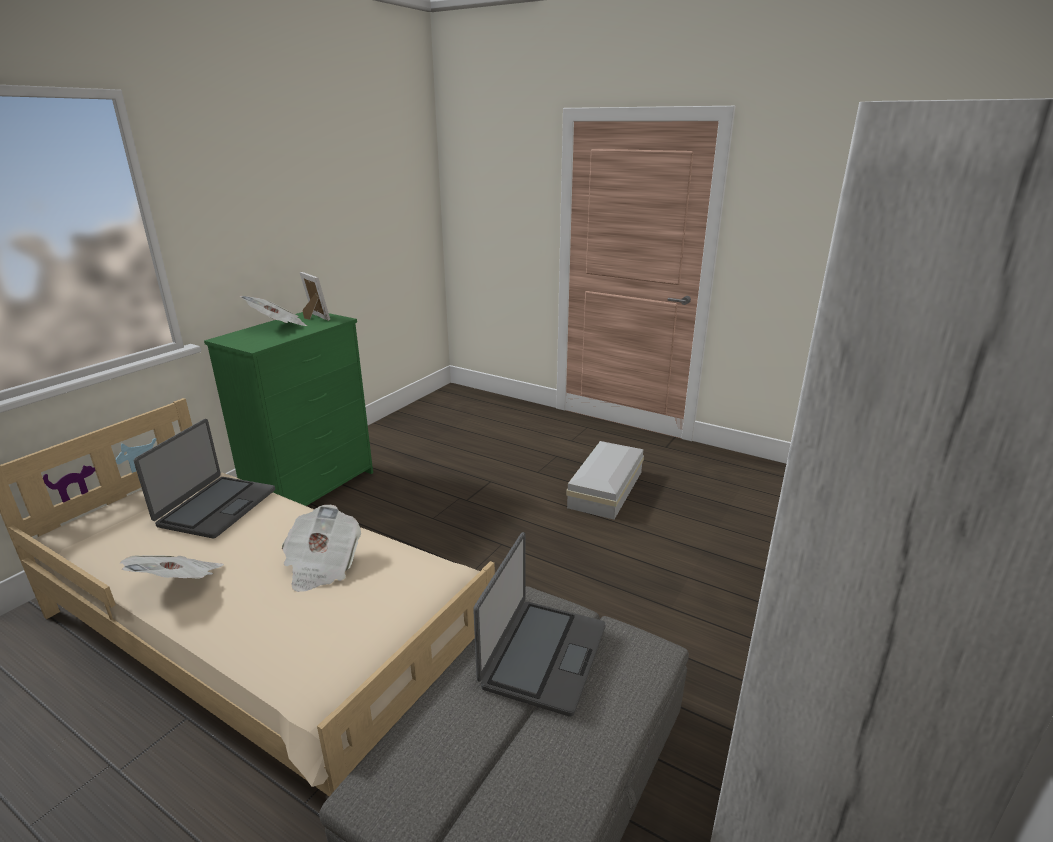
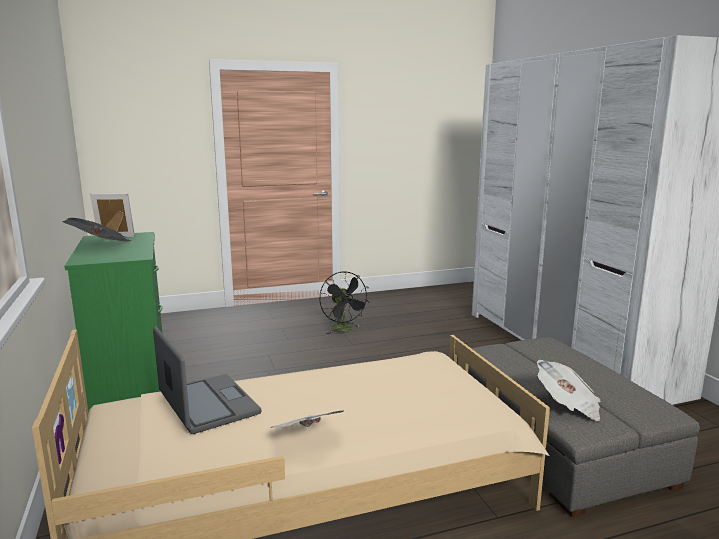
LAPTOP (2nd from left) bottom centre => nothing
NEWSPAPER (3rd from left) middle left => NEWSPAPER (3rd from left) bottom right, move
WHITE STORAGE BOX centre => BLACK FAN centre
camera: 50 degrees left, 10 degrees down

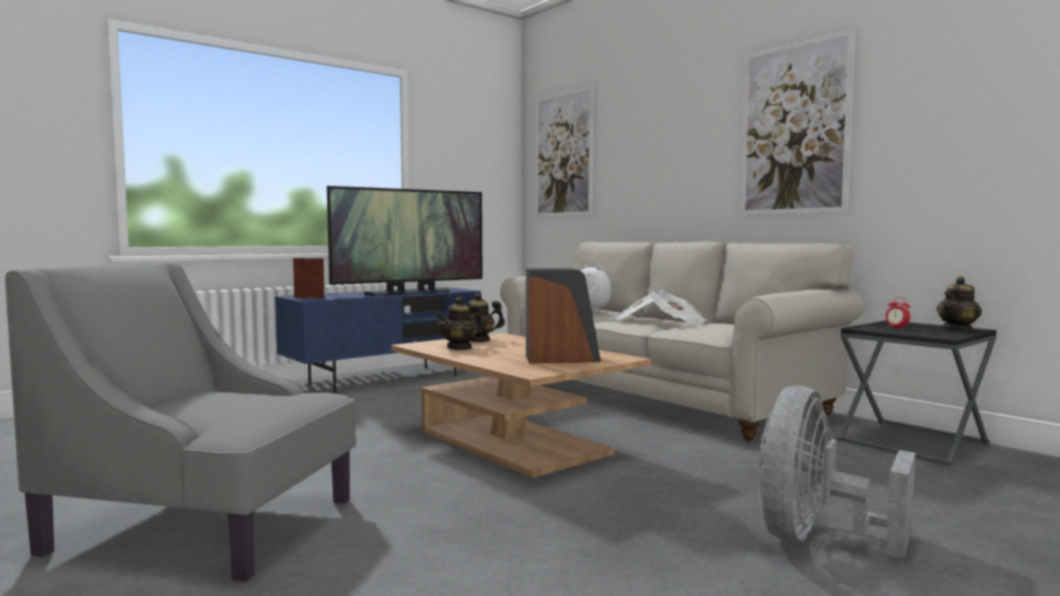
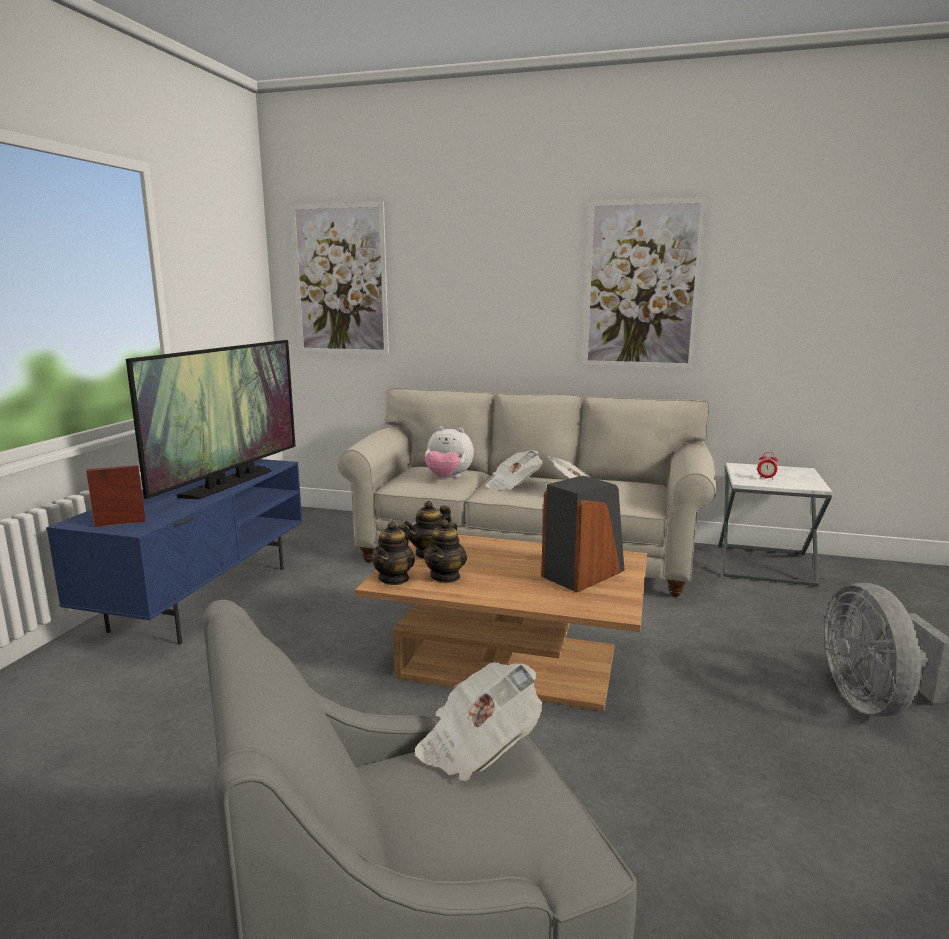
nothing => NEWSPAPER (1st from left) bottom centre
TEAPOT (3rd from left in the first image) middle right => TEAPOT (1st from left) centre, move
BLACK SIDE TABLE middle right => WHITE SIDE TABLE middle right
camera: 35 degrees left, 10 degrees up

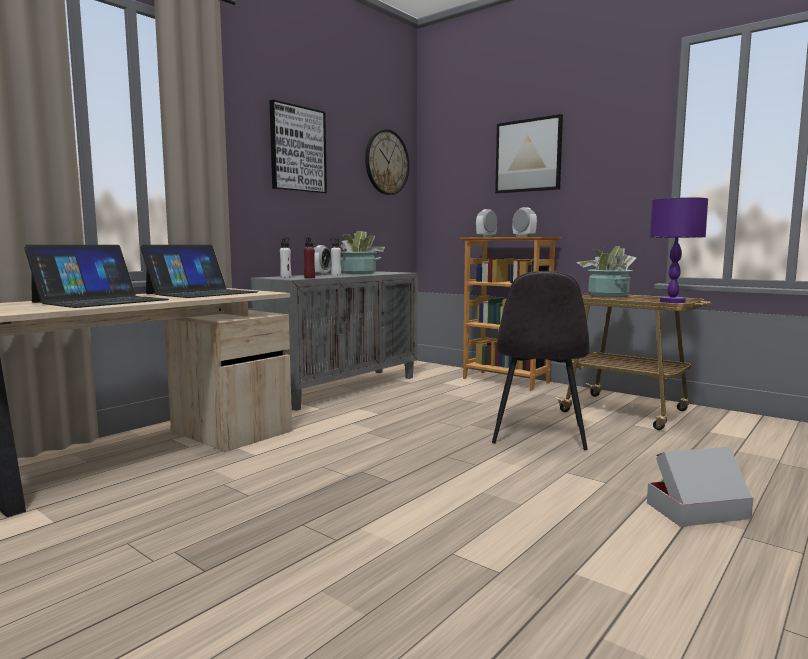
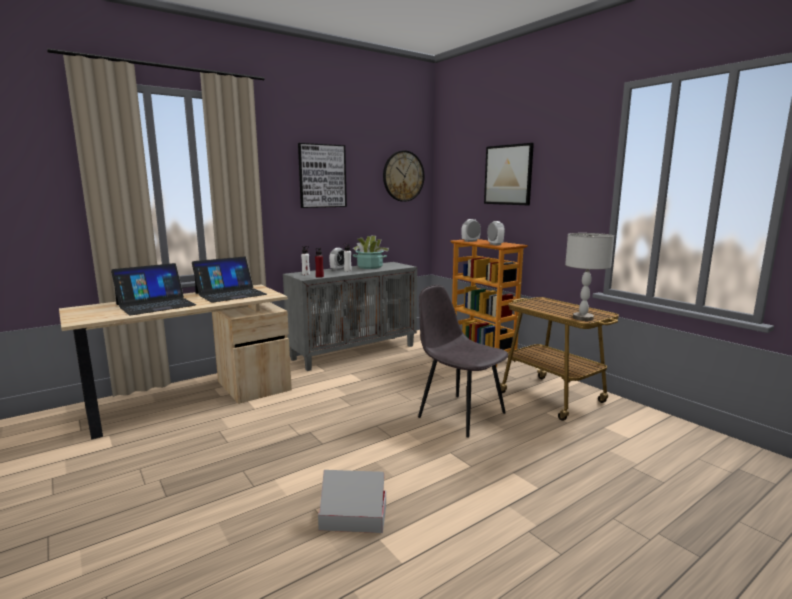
POTTED PLANT (2nd from left) middle right => nothing
CARDBOARD BOX bottom right => CARDBOARD BOX bottom centre, move
PURPLE TABLE LAMP middle right => GREY TABLE LAMP middle right
GREY CHAIR middle right => GREY CHAIR centre, 105 degrees clockwise
camera: 15 degrees right, 5 degrees up

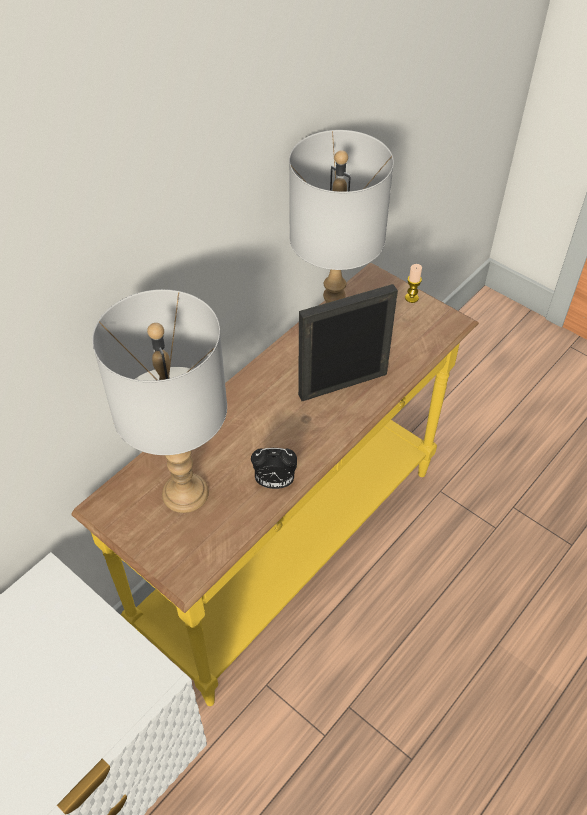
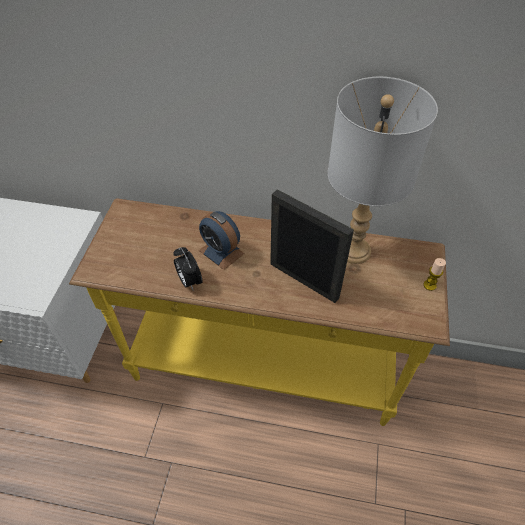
GREY TABLE LAMP (1st from left) middle left => nothing
nothing => ALARM CLOCK (2nd from left) centre
camera: 60 degrees right, 0 degrees up

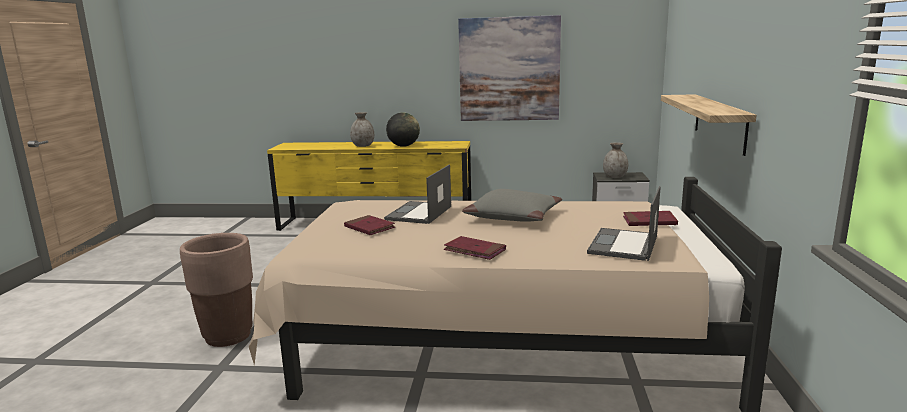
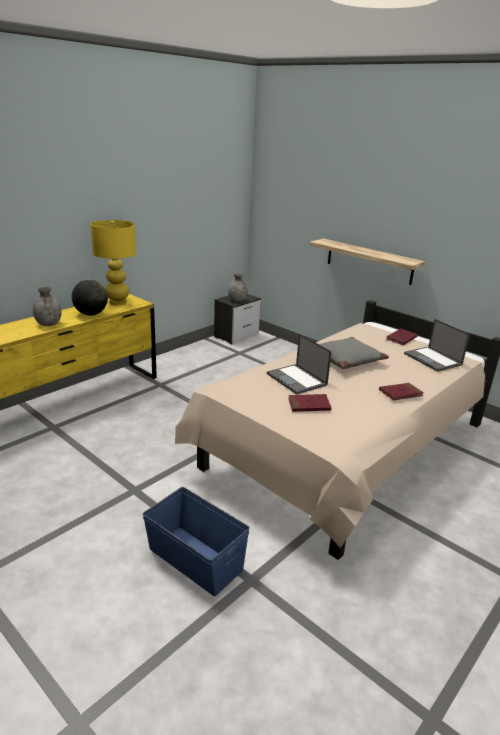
PICTURE top centre => nothing
nothing => YELLOW TABLE LAMP middle left
BROWN PLANTER bottom left => BLUE STORAGE BOX bottom centre
camera: 55 degrees left, 10 degrees up

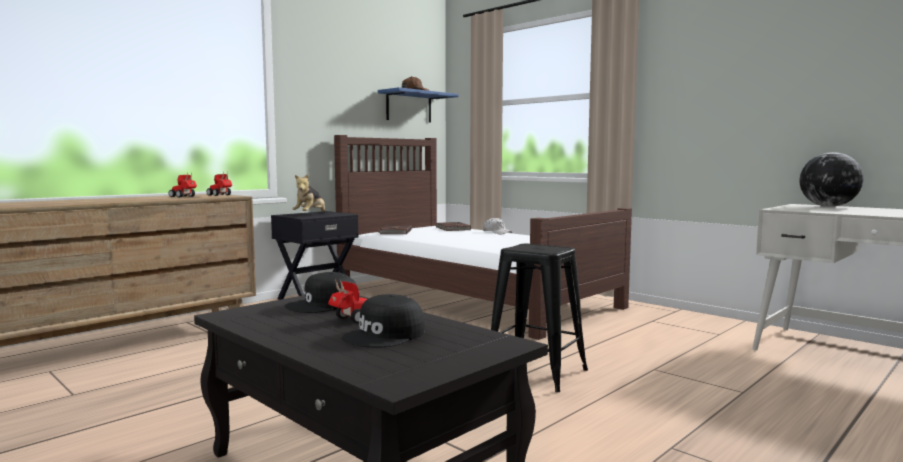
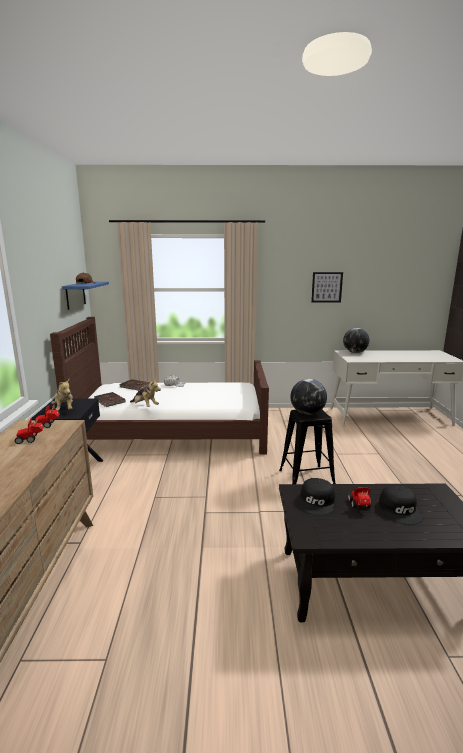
nothing => PLUSH TOY (2nd from left) middle left
nothing => GLOBE (1st from left) centre
nothing => PICTURE middle right
camera: 45 degrees left, 10 degrees up

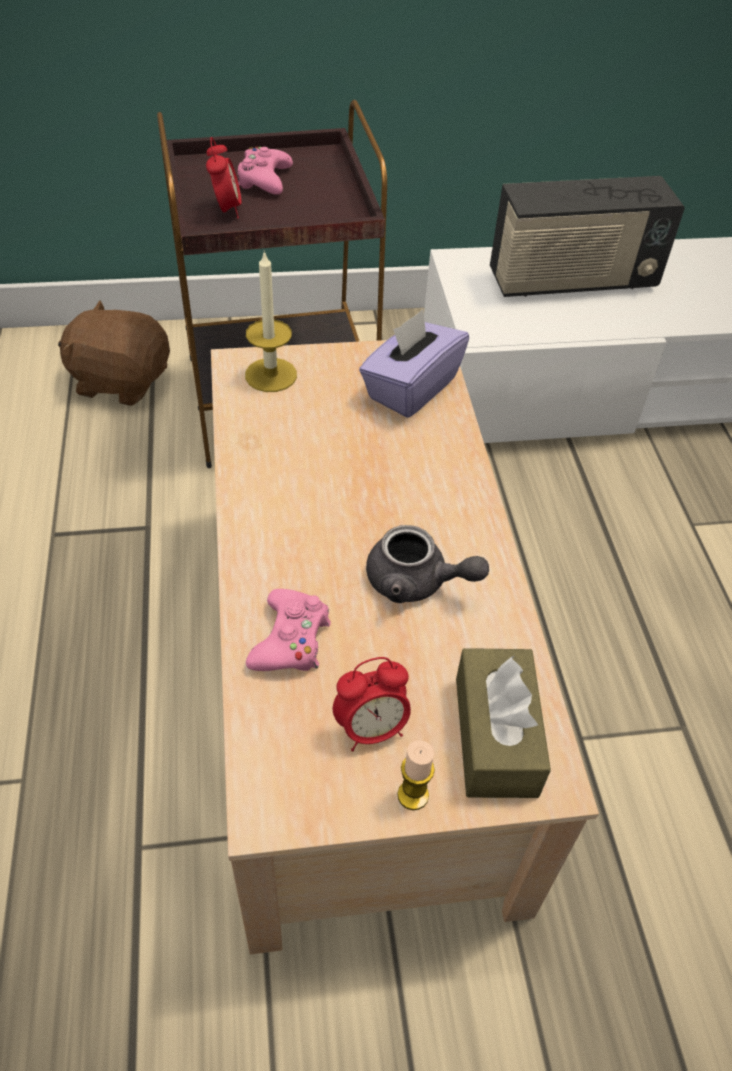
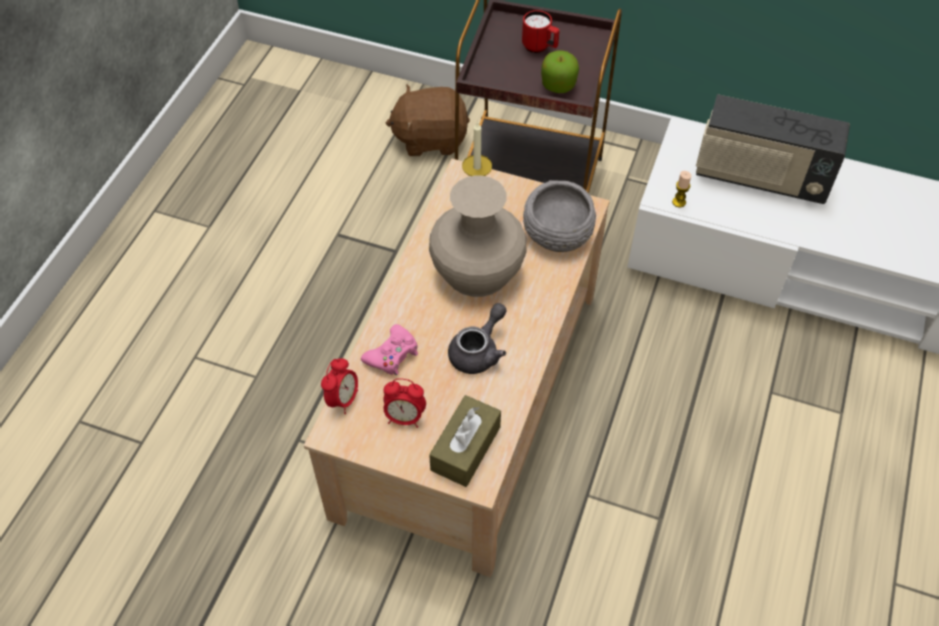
nothing => BEIGE VASE centre
nothing => APPLE top centre
ALARM CLOCK (1st from left) top left => ALARM CLOCK (1st from left) centre, move
CANDLE (2nd from left) bottom centre => CANDLE (2nd from left) top right, move
PINK GAME CONTROLLER (1st from left) top centre => RED MUG top centre
PURPLE TISSUE BOX centre => GREY BOWL centre
BROWN PLUSH TOY top left => BROWN PLUSH TOY top centre, 45 degrees counterclockwise
GREY TEAPOT centre, 105 degrees counterclockwise
camera: 30 degrees right, 5 degrees up

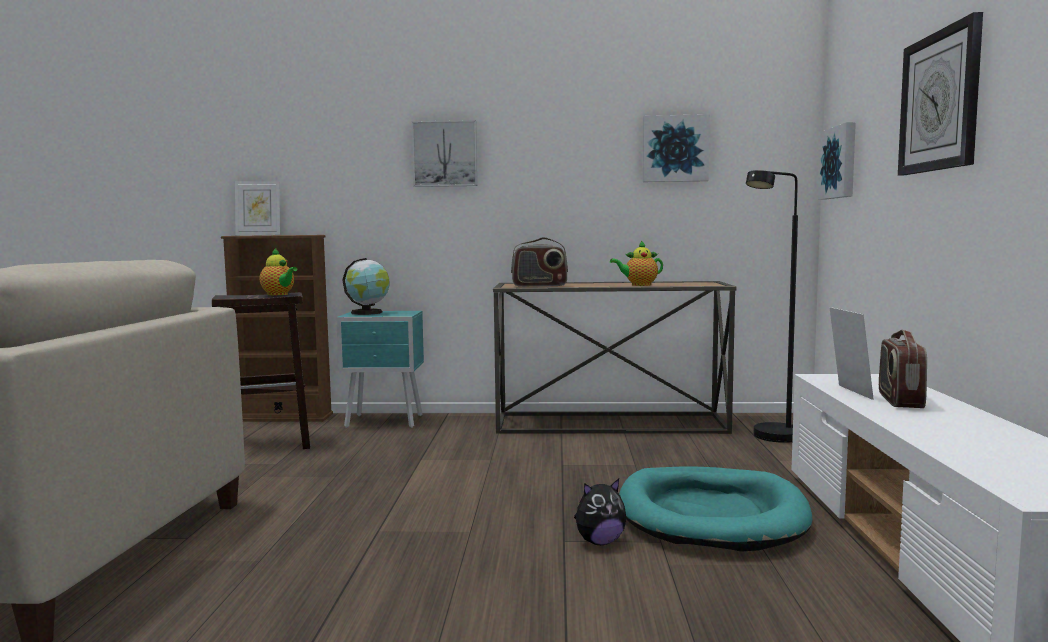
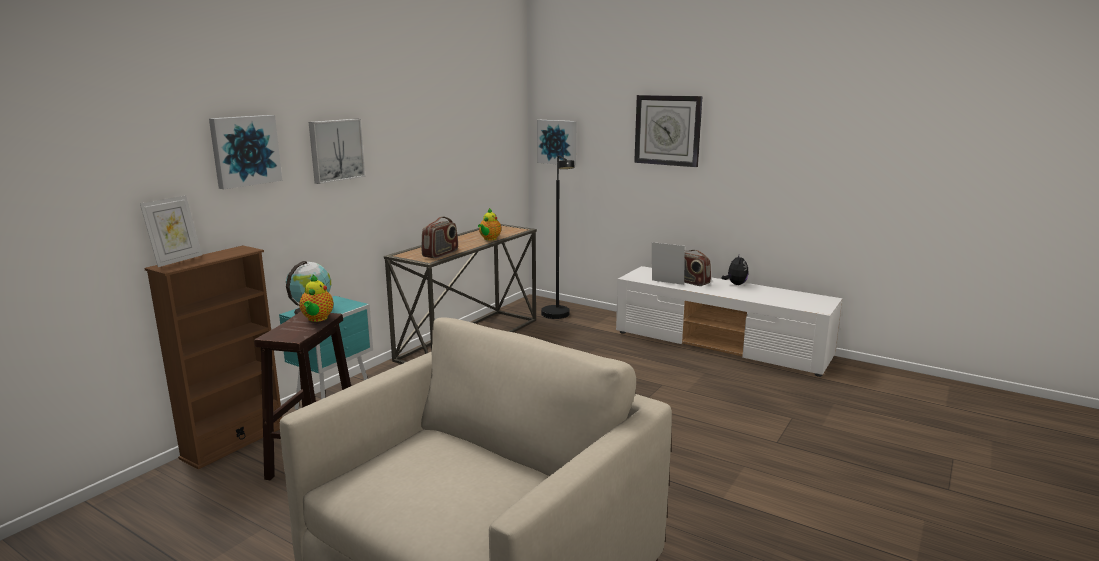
TURQUOISE DOG BED bottom right => nothing
PLUSH TOY bottom centre => PLUSH TOY middle right, move
PICTURE (2nd from left in the first image) top centre => PICTURE (1st from left) top left, move
TEAPOT (1st from left) middle left, 105 degrees clockwise
camera: 60 degrees left, 10 degrees up

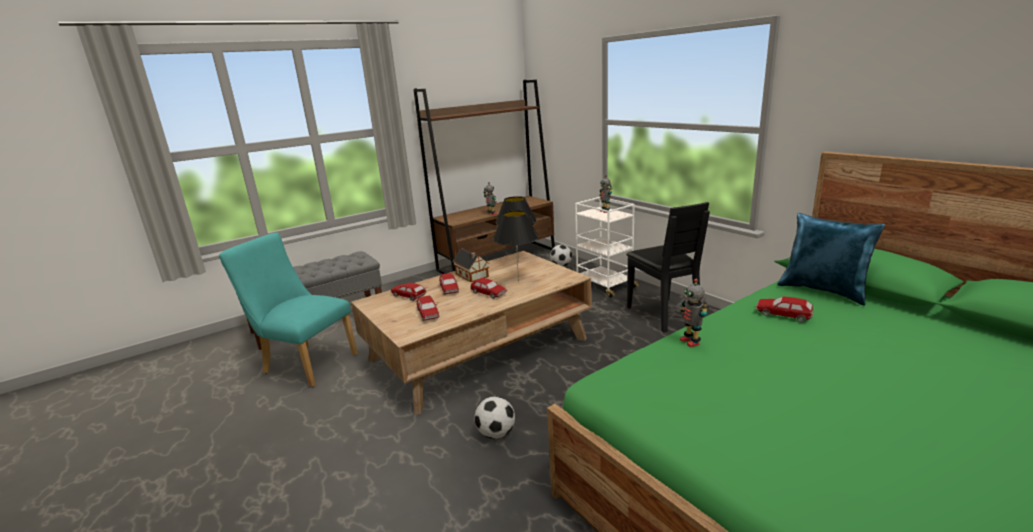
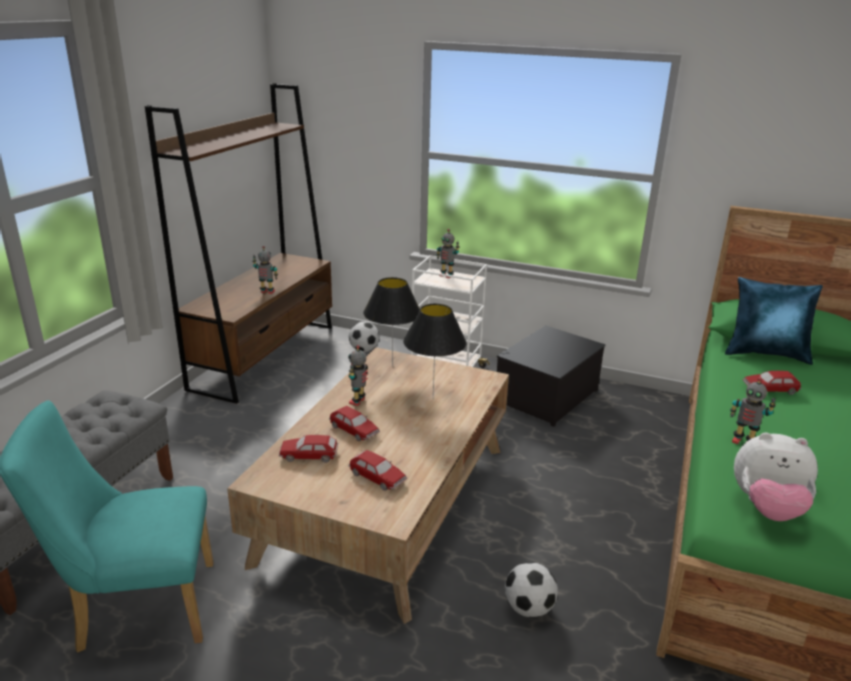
TOY CAR (4th from left) centre => nothing
nothing => PLUSH TOY bottom right
TOY HOUSE centre => TOY ROBOT (2nd from left) centre
BLACK CHAIR centre => STORAGE BOX centre
camera: 35 degrees left, 5 degrees up

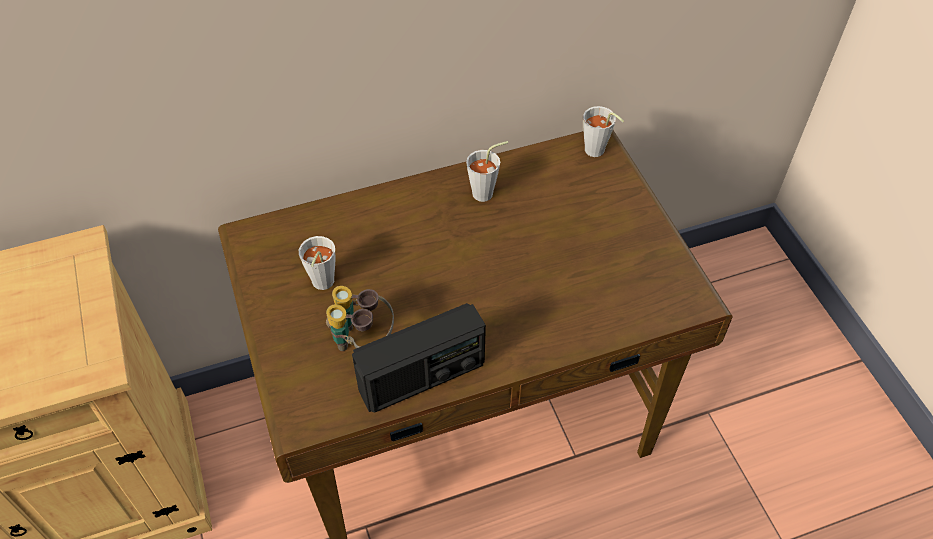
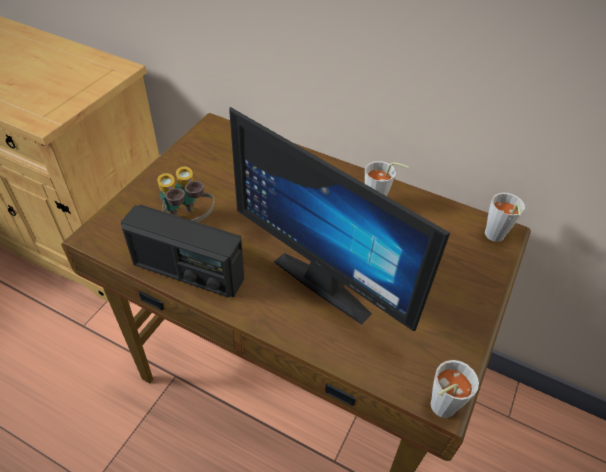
nothing => MONITOR centre
GREY CUP (1st from left in the first image) centre => GREY CUP (2nd from left) bottom right, move
camera: 45 degrees right, 5 degrees down

